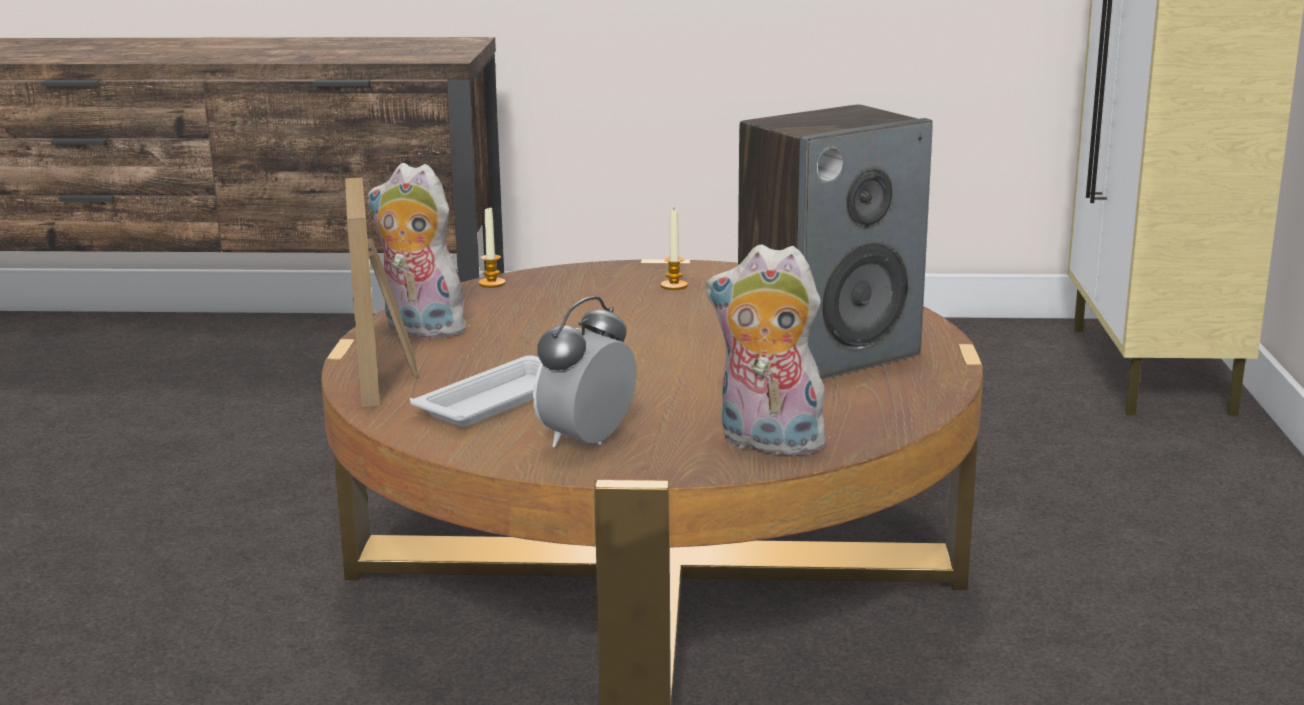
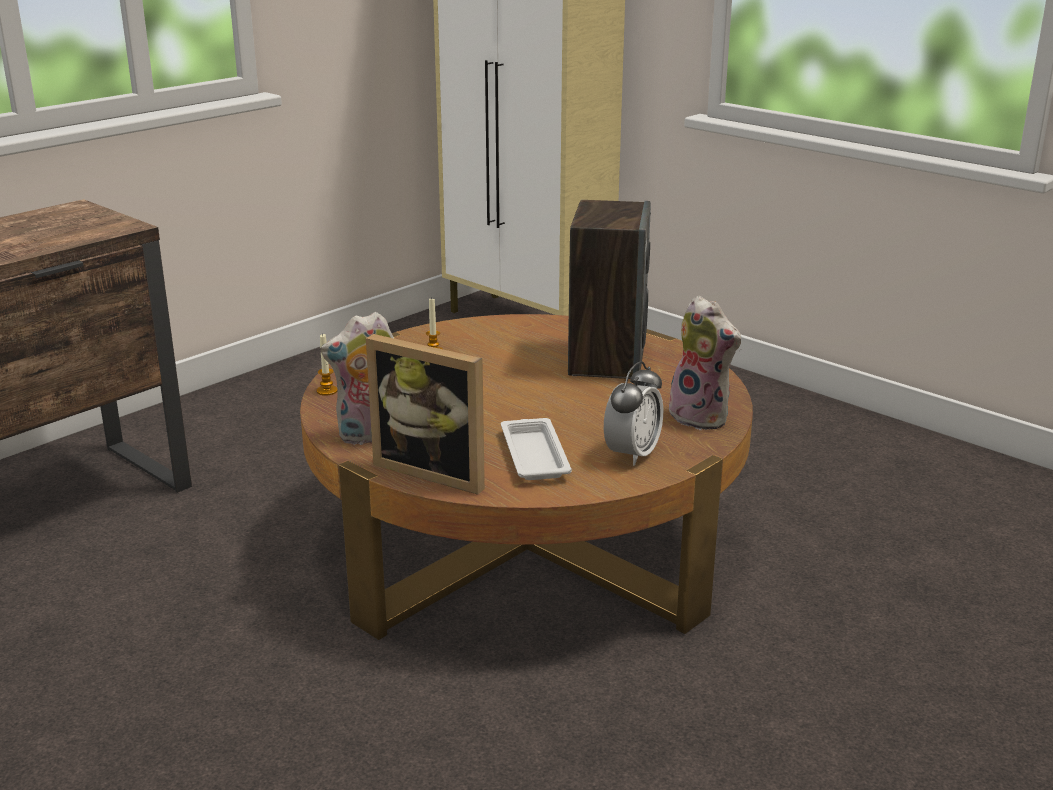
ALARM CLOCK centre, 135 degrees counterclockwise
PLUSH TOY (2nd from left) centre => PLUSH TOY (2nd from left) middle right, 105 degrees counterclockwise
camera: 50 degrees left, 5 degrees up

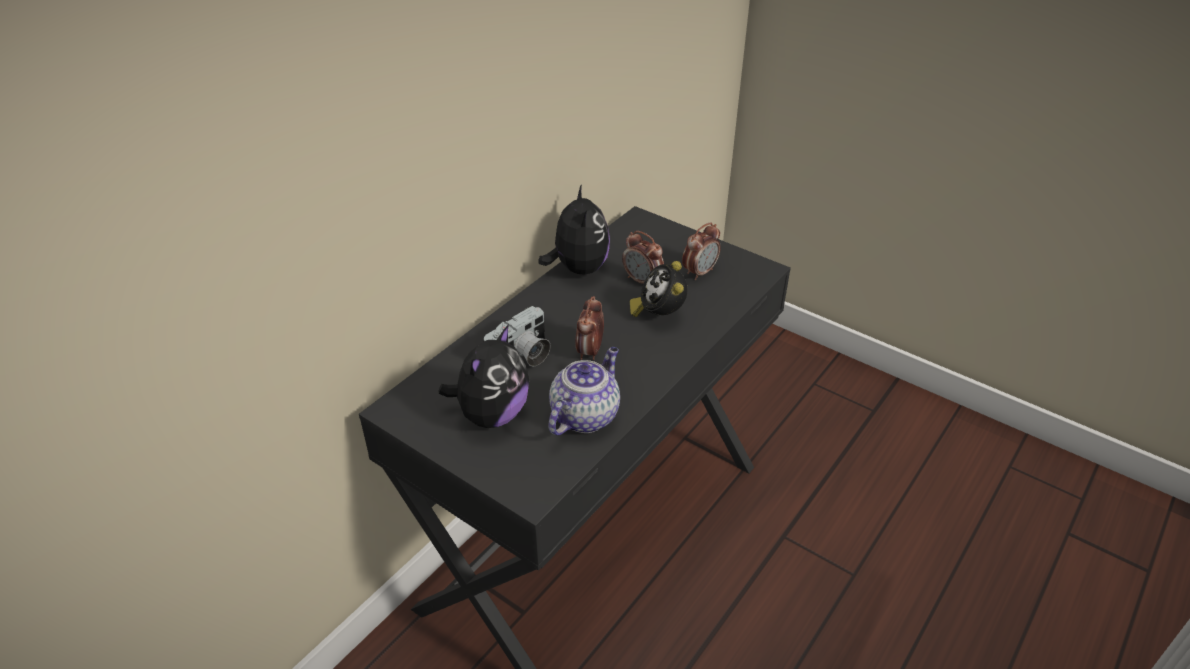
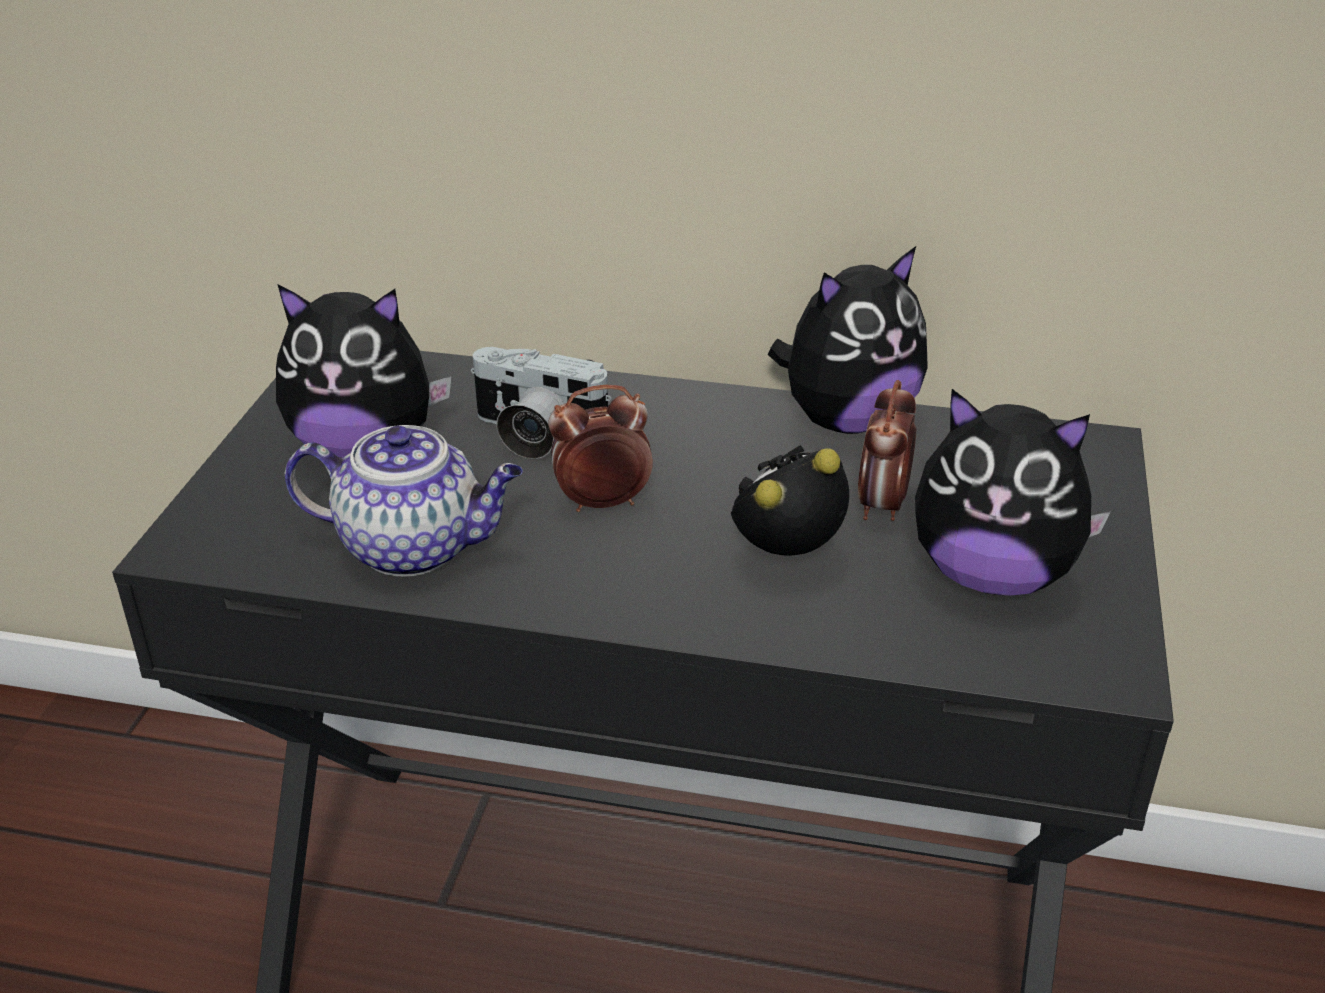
ALARM CLOCK (4th from left) centre => PLUSH TOY (3rd from left) middle right
camera: 65 degrees right, 5 degrees down

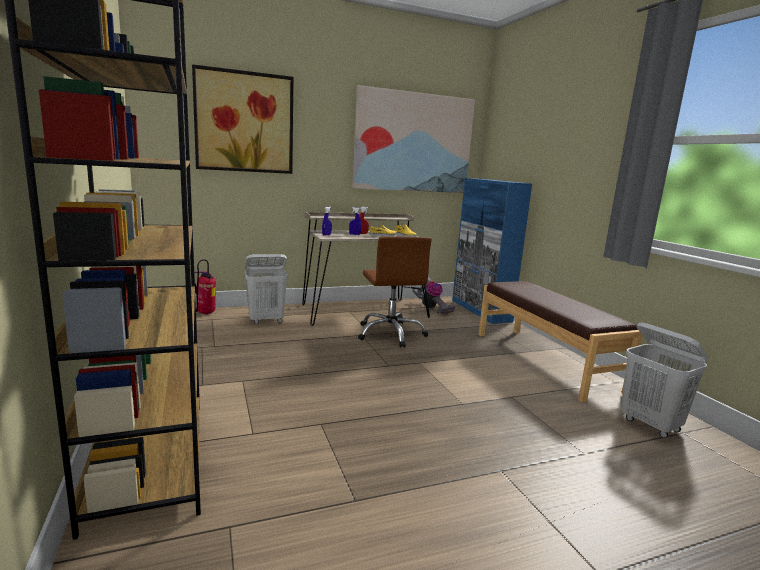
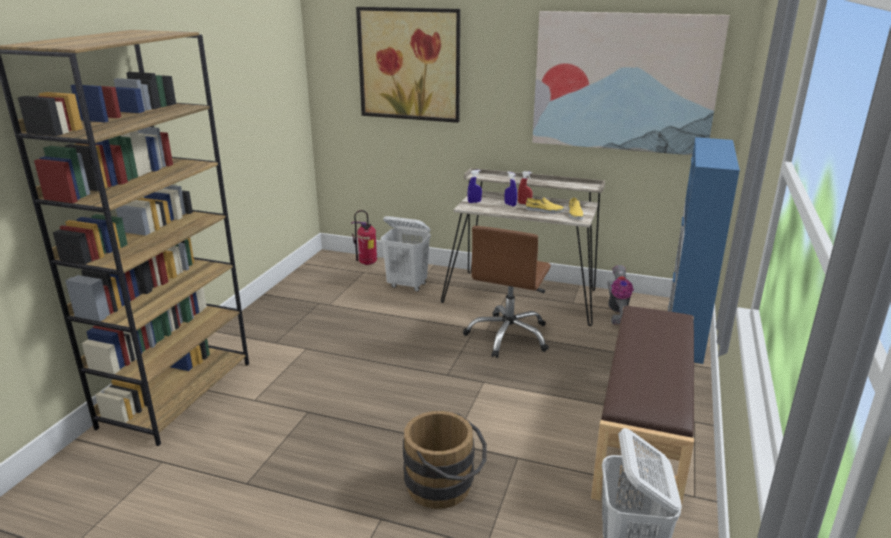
nothing => BROWN BUCKET bottom centre
camera: 40 degrees right, 10 degrees up

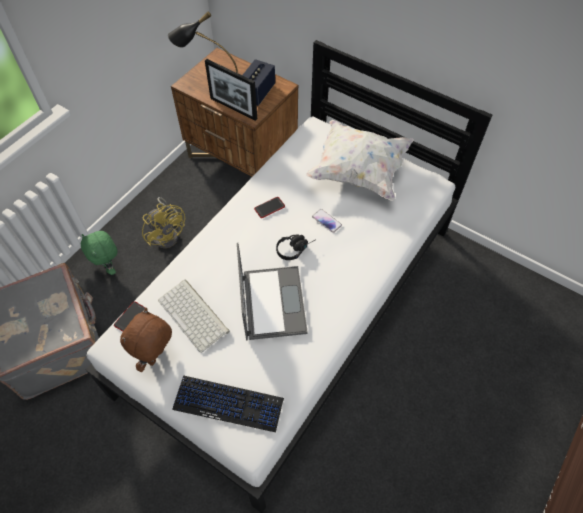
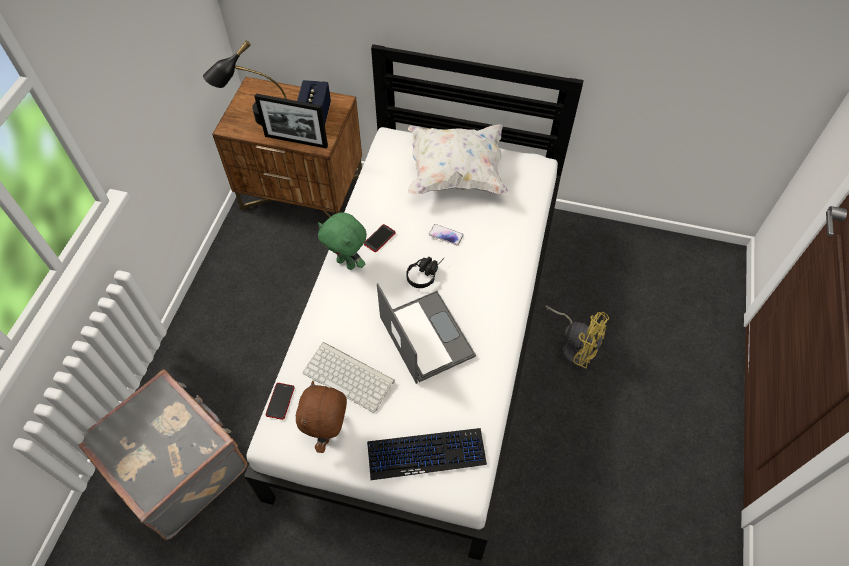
GREEN PLUSH TOY middle left => GREEN PLUSH TOY centre, move
YELLOW FAN middle left => YELLOW FAN middle right, move
camera: 20 degrees left, 0 degrees up

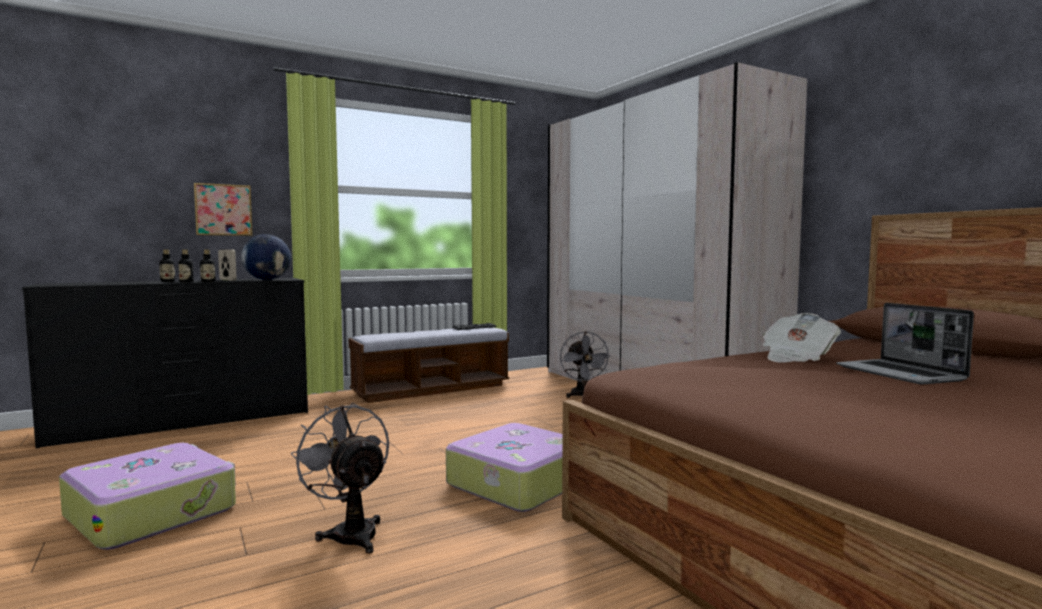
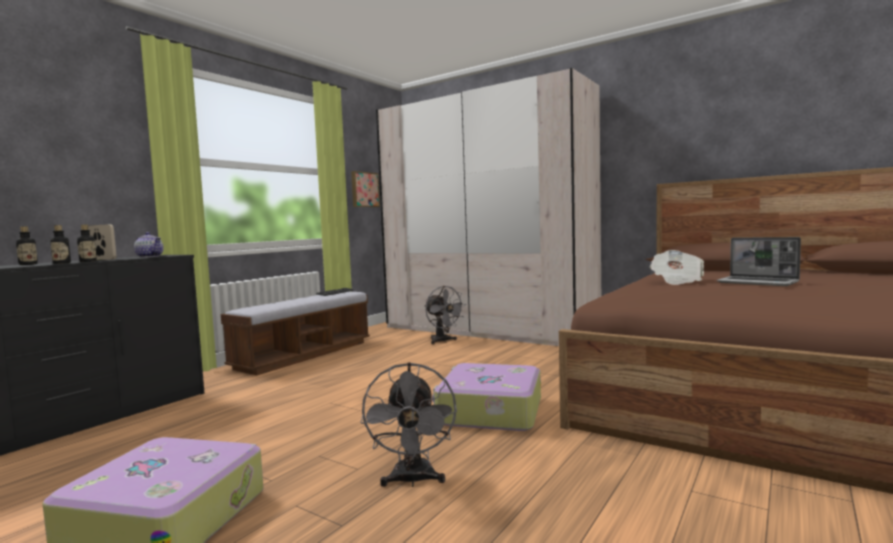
PICTURE middle left => PICTURE centre, move
GLOBE middle left => TEAPOT middle left
GREY FAN (1st from left) bottom left => GREY FAN (1st from left) bottom centre, 120 degrees counterclockwise
camera: 25 degrees left, 0 degrees up

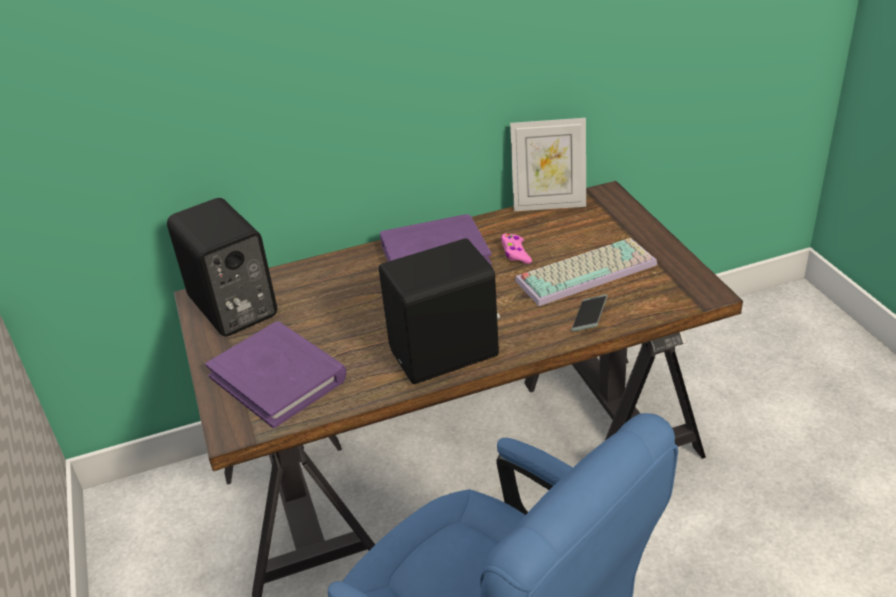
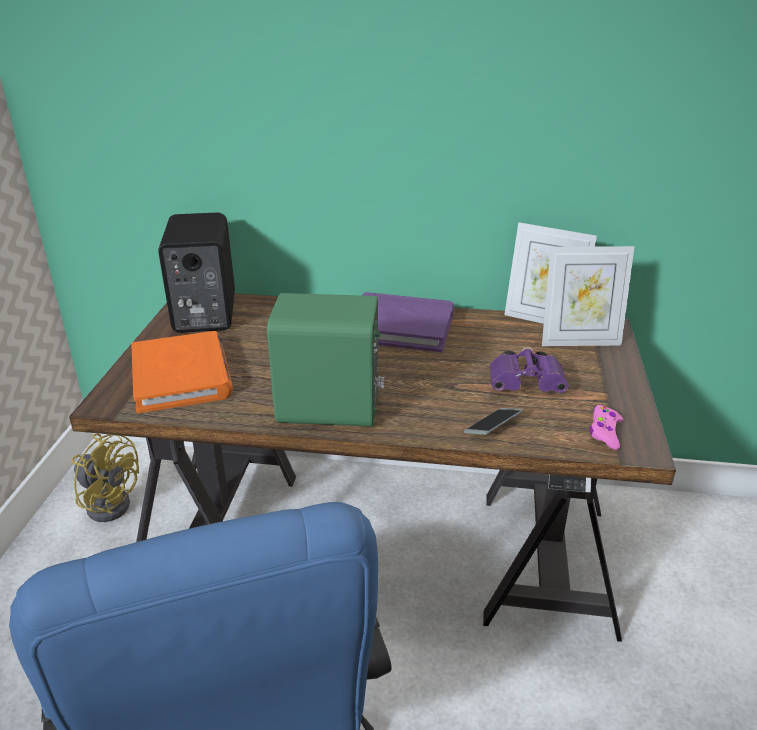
nothing => YELLOW FAN middle left
nothing => PICTURE FRAME (2nd from left) middle right
PINK GAME CONTROLLER centre => PINK GAME CONTROLLER middle right, move
KEYBOARD centre => PURPLE BINOCULARS middle right
PURPLE BOOK (1st from left) middle left => ORANGE BOOK middle left
BLACK SPEAKER (2nd from left) centre => GREEN SPEAKER centre
camera: 25 degrees right, 5 degrees down

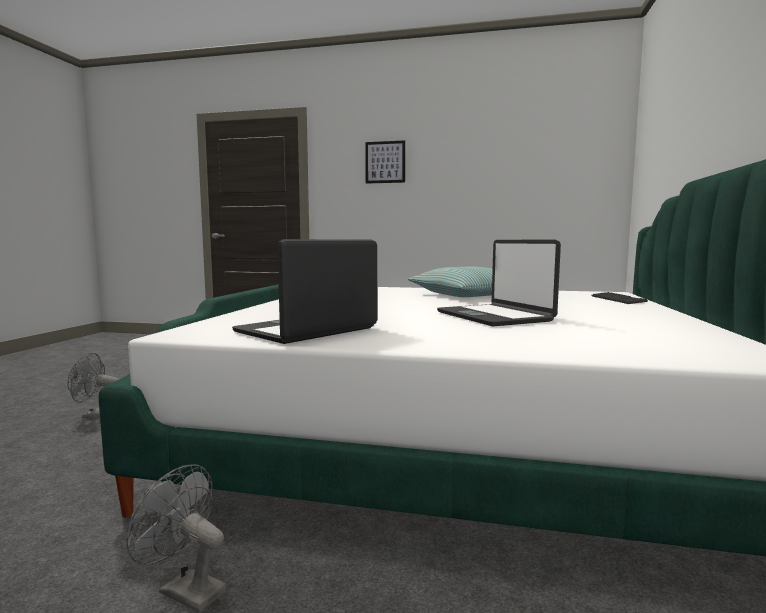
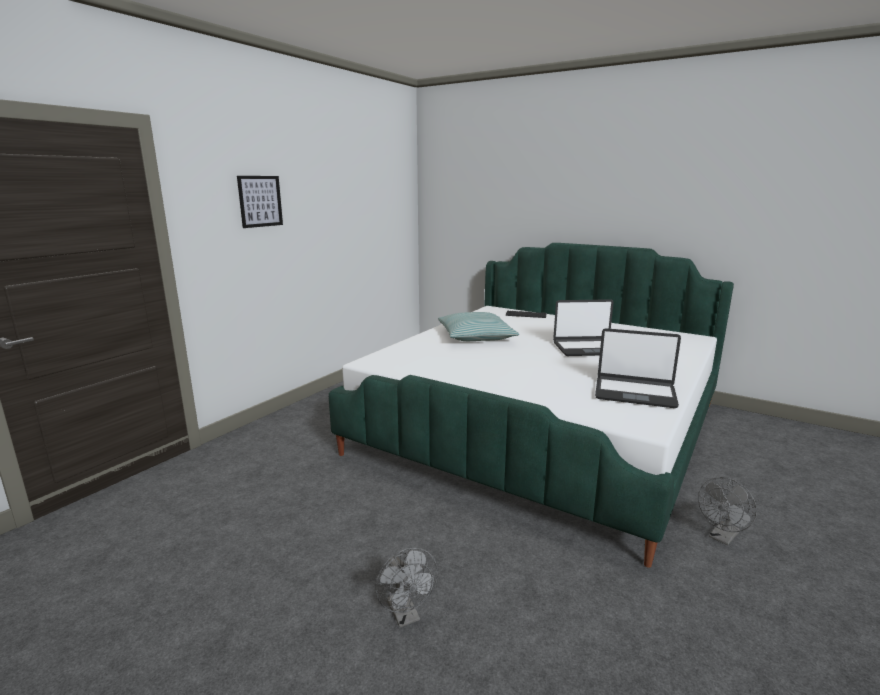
GREY FAN (1st from left) middle left => GREY FAN (1st from left) bottom centre, 45 degrees counterclockwise
LAPTOP (1st from left in the first image) centre => LAPTOP (2nd from left) middle right, 45 degrees counterclockwise
camera: 70 degrees left, 10 degrees up

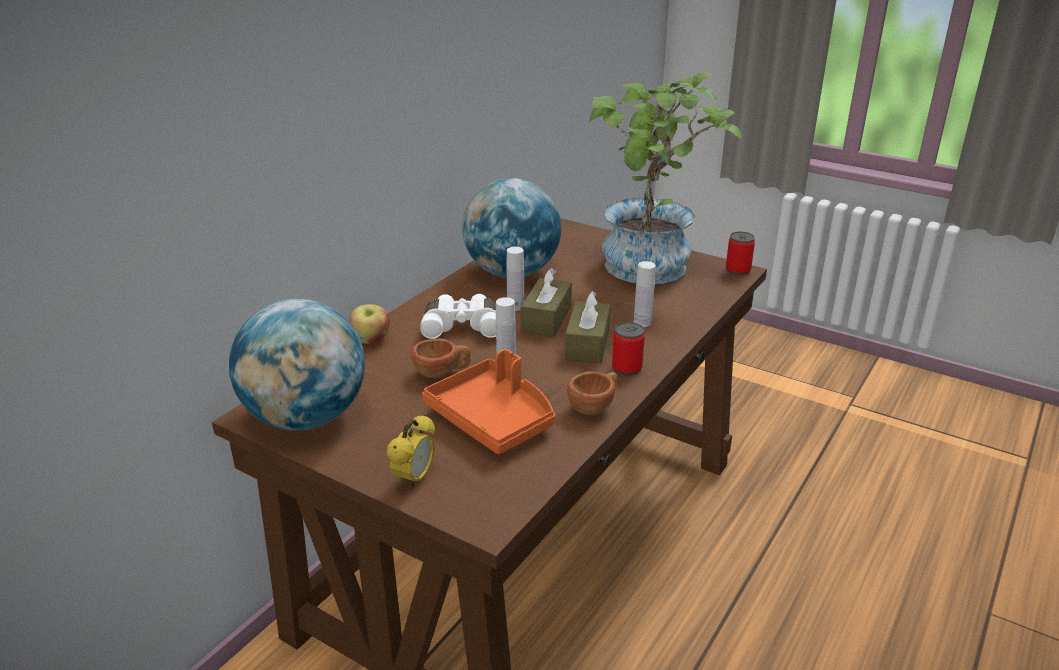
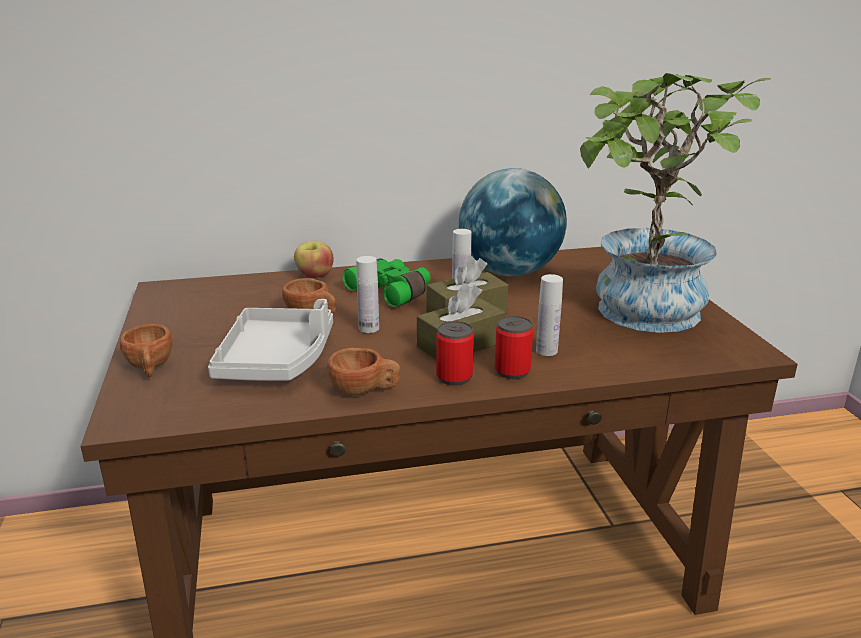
GLOBE (1st from left) middle left => nothing
CAN (2nd from left) middle right => CAN (2nd from left) centre, move
ALARM CLOCK bottom centre => BROWN CUP (1st from left) middle left
WHITE BINOCULARS centre => GREEN BINOCULARS centre
ORANGE TRAY centre => GREY TRAY middle left
camera: 45 degrees right, 5 degrees down

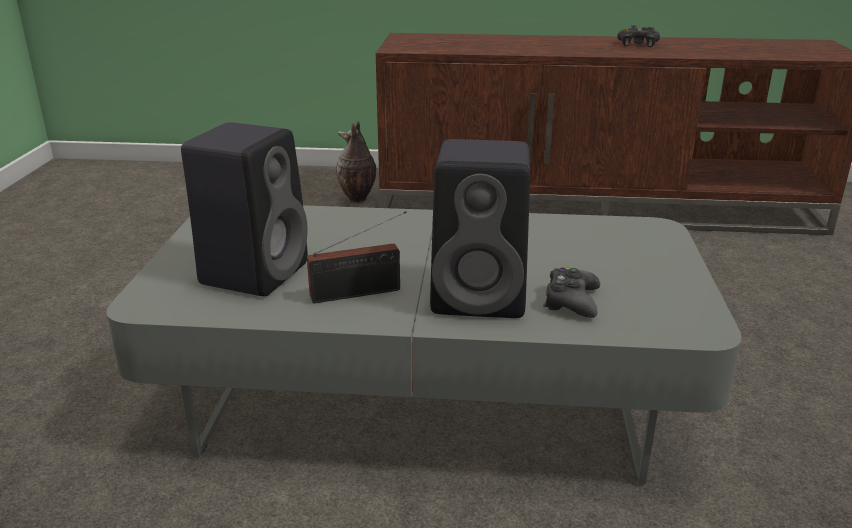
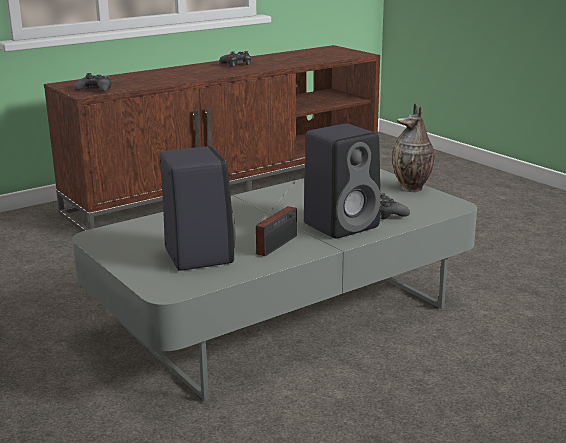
nothing => BLACK GAME CONTROLLER (1st from left) top left
VASE top centre => VASE top right, move
camera: 40 degrees left, 5 degrees down

